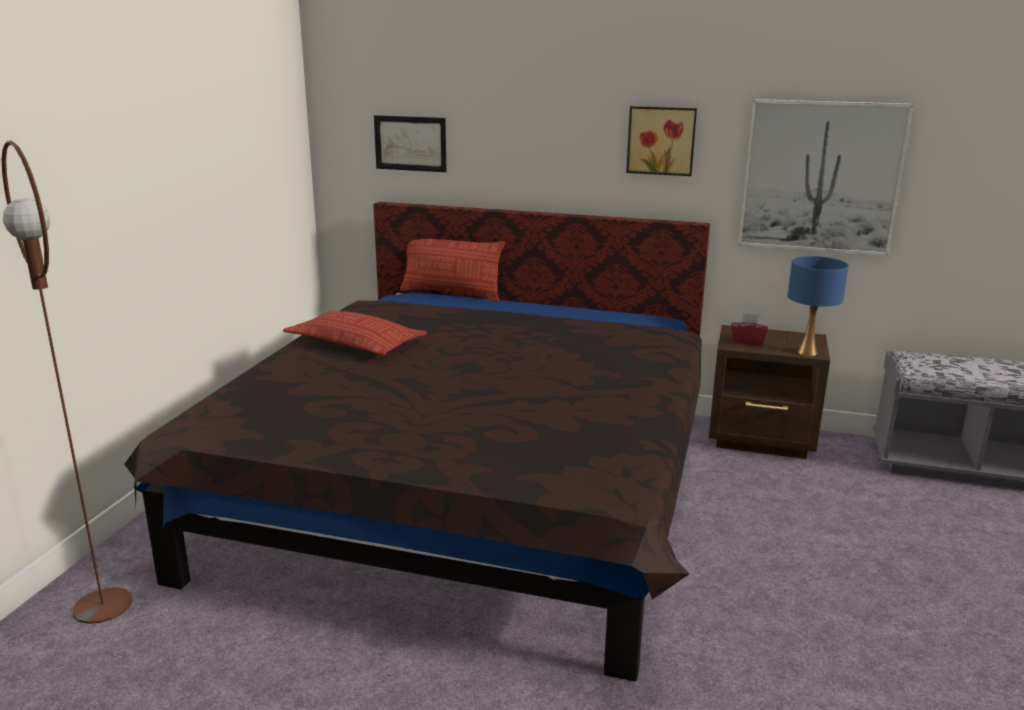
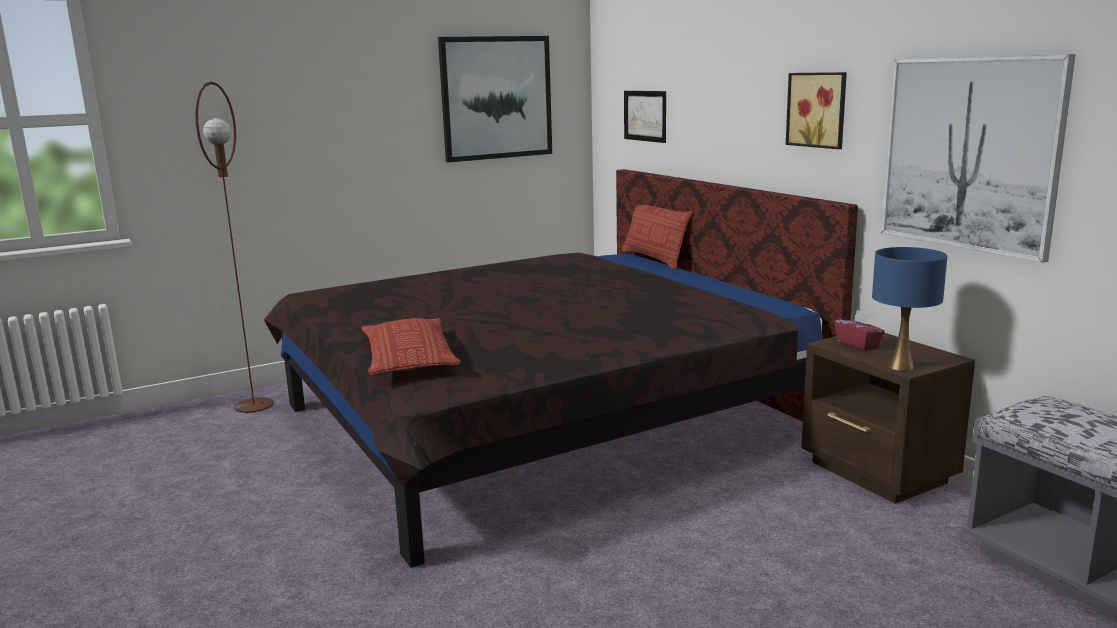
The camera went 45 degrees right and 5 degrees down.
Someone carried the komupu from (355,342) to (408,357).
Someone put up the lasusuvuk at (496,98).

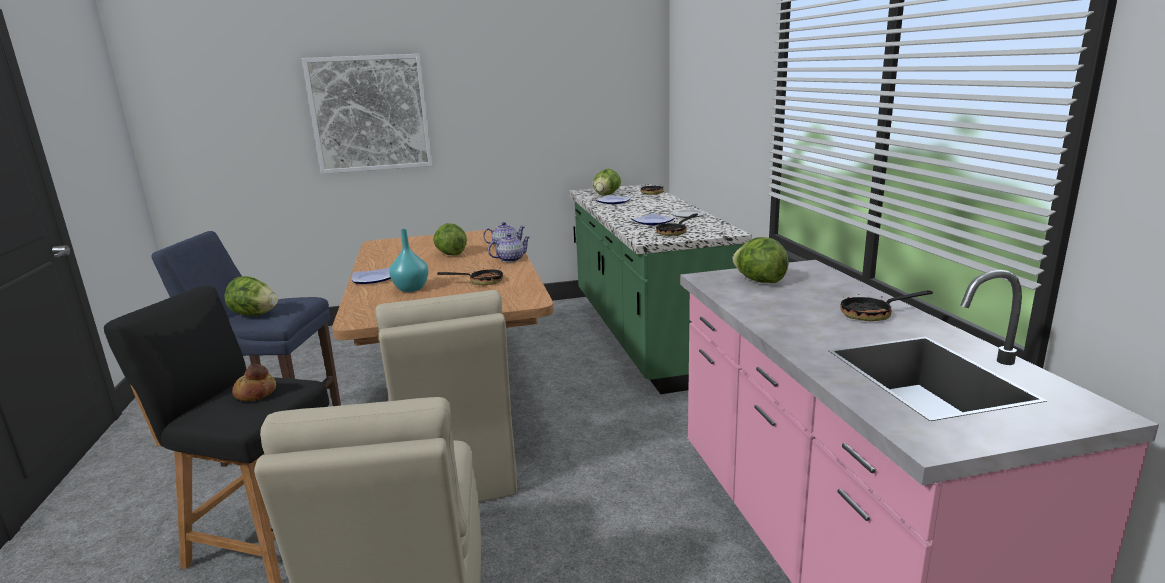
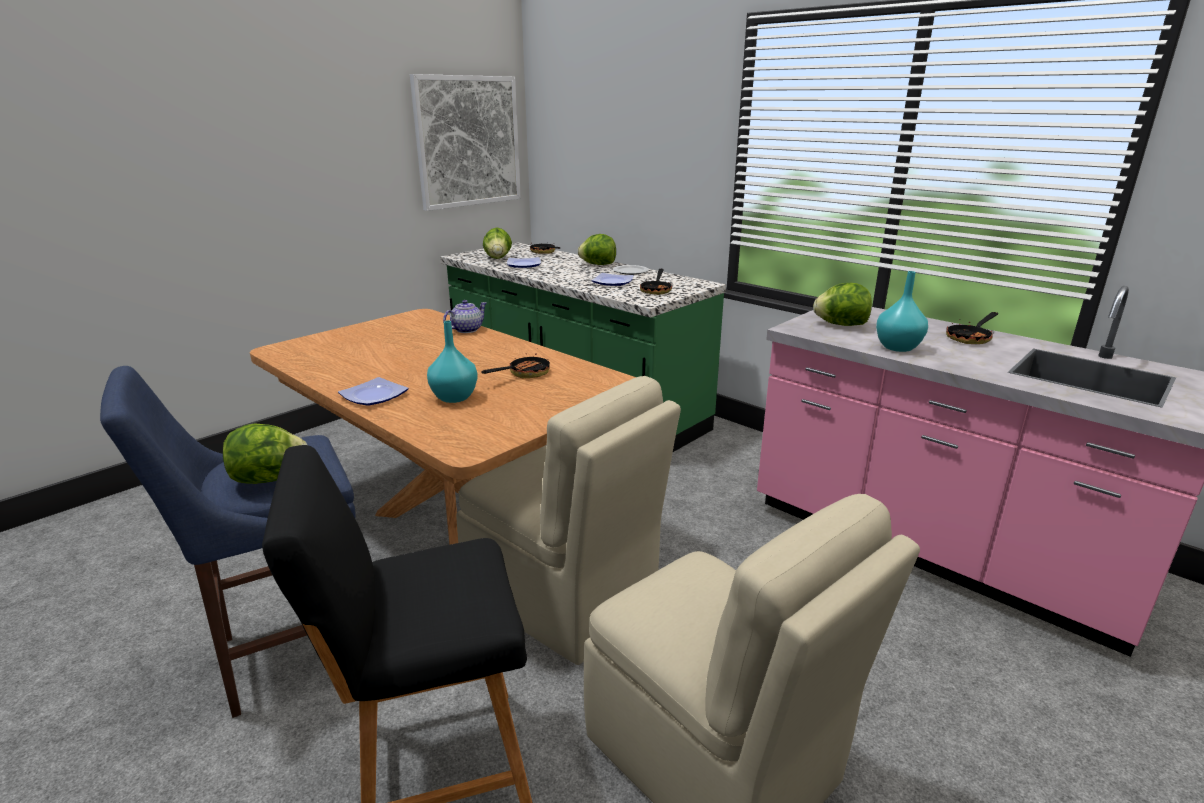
The camera went 35 degrees left and 5 degrees up.
Someone carried the lasusuvuk from (370,114) to (468,142).
Someone carried the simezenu from (450,254) to (598,264).
Someone put down the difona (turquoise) at (897,347).
Someone took away the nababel at (255,393).
Someone took away the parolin at (510,259).

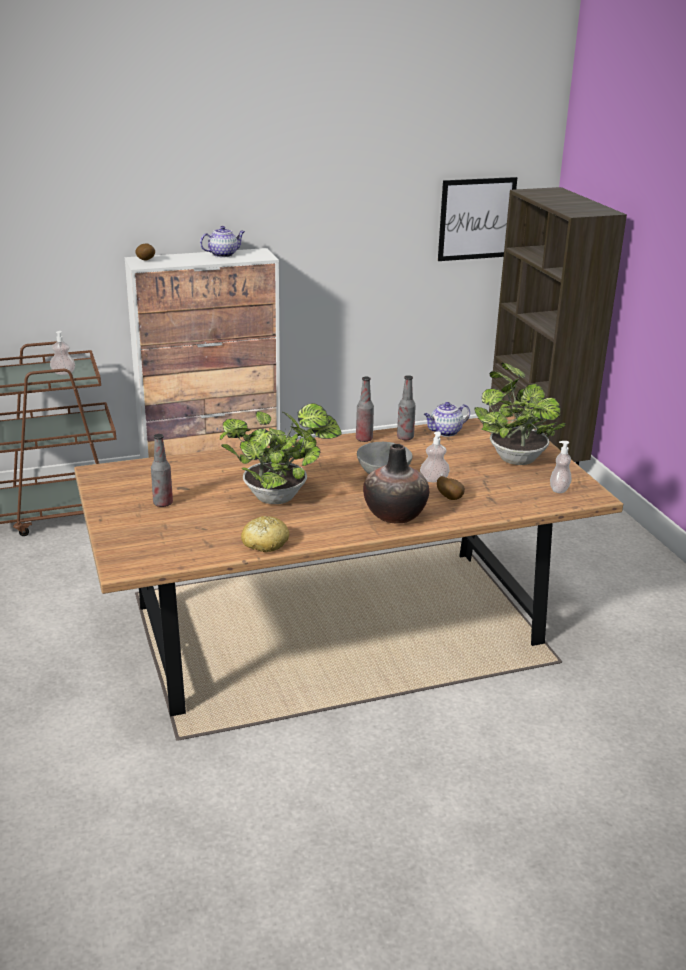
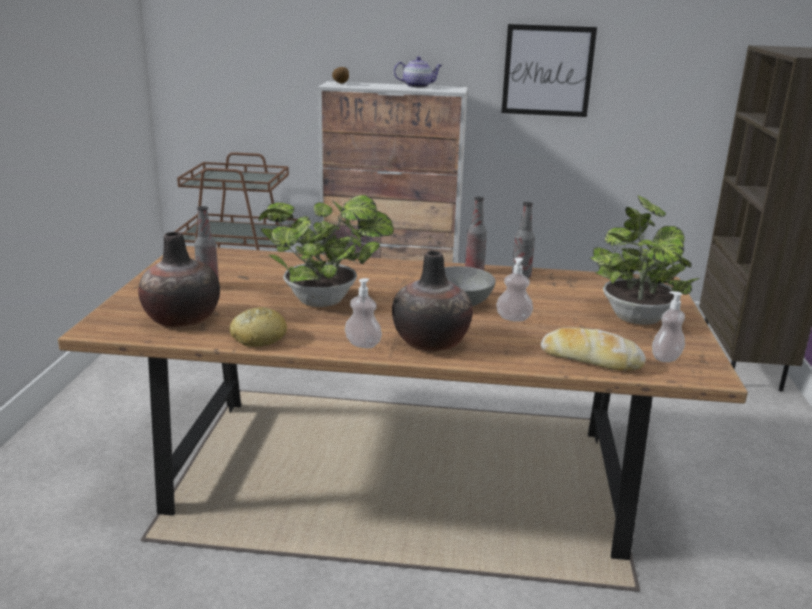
The camera went 25 degrees right and 5 degrees down.
Someone put down the difona at (182,319).
Someone carried the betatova from (63,373) to (363,344).
Someone carried the lasusuvuk from (476,219) to (547,71).
Someone put down the nababel at (591,359).
Someone took away the parolin at (445,432).
Someone took away the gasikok at (450,497).

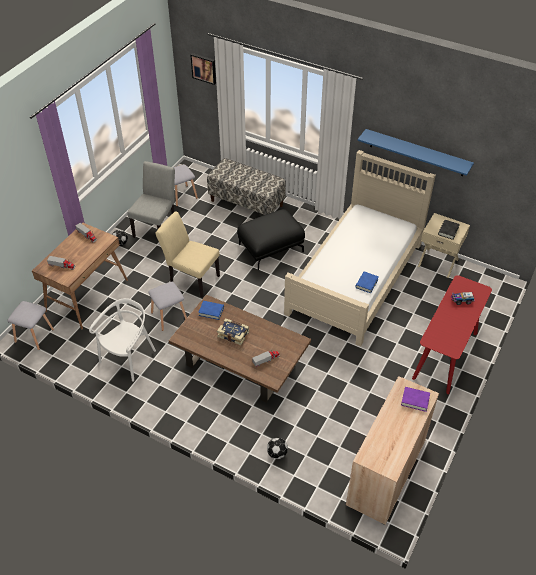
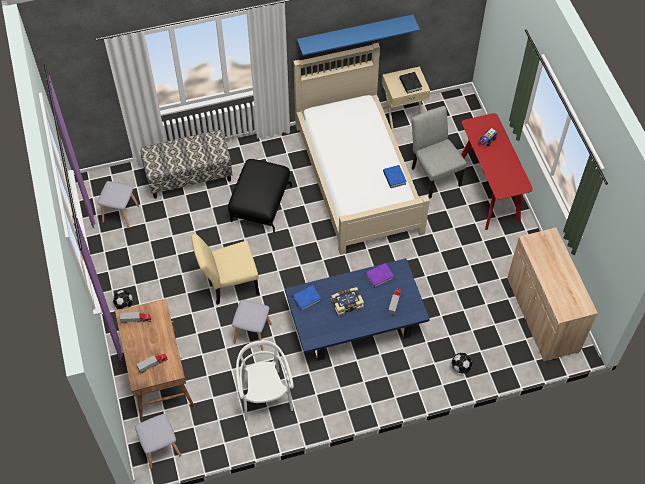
The camera went 45 degrees left and 10 degrees up.
Someone repainted the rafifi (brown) at (239,363), which became the rafifi (blue) at (354,323).
Someone carried the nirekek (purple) from (415,400) to (379,276).
Someone carried the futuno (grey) from (157,227) to (433,174).
Someone took away the lasusuvuk at (204,68).

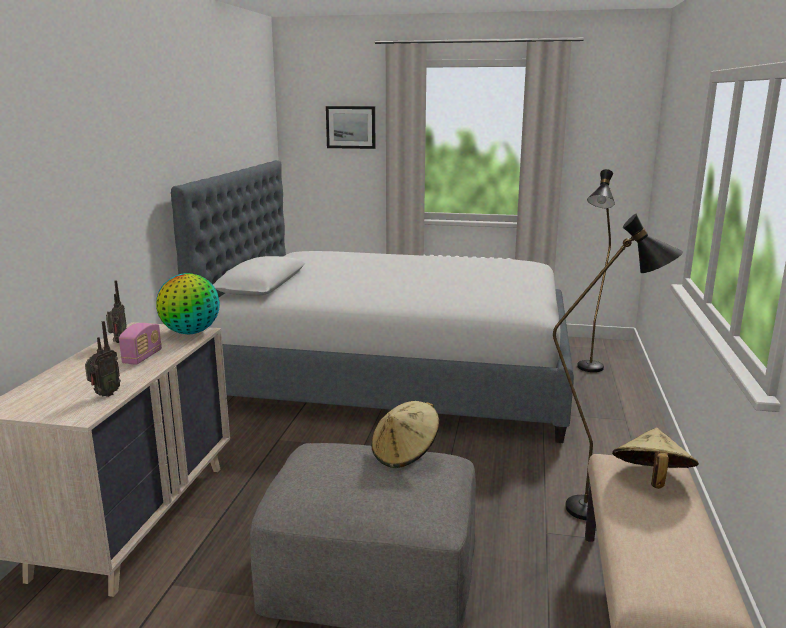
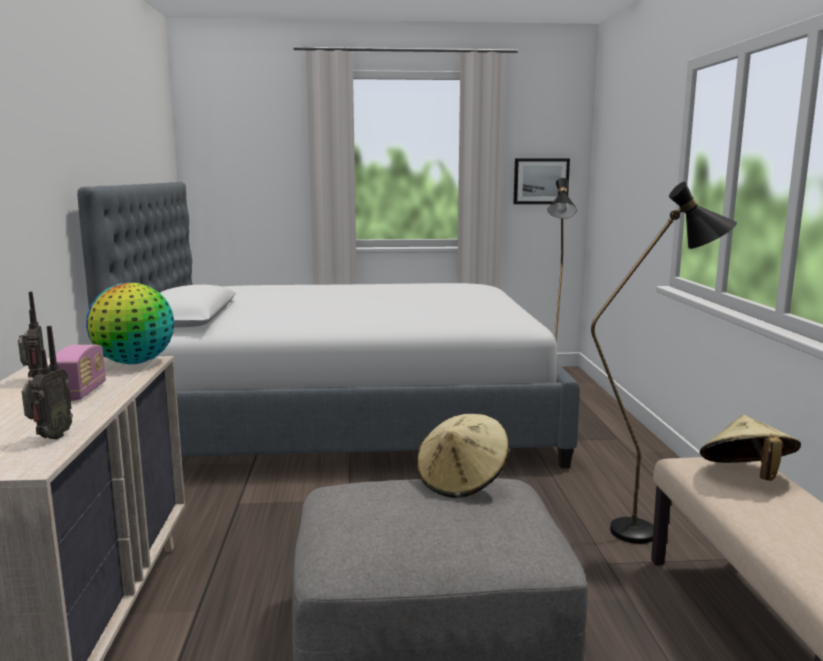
The camera went 15 degrees left and 5 degrees down.
Someone carried the lasusuvuk from (351,127) to (541,181).

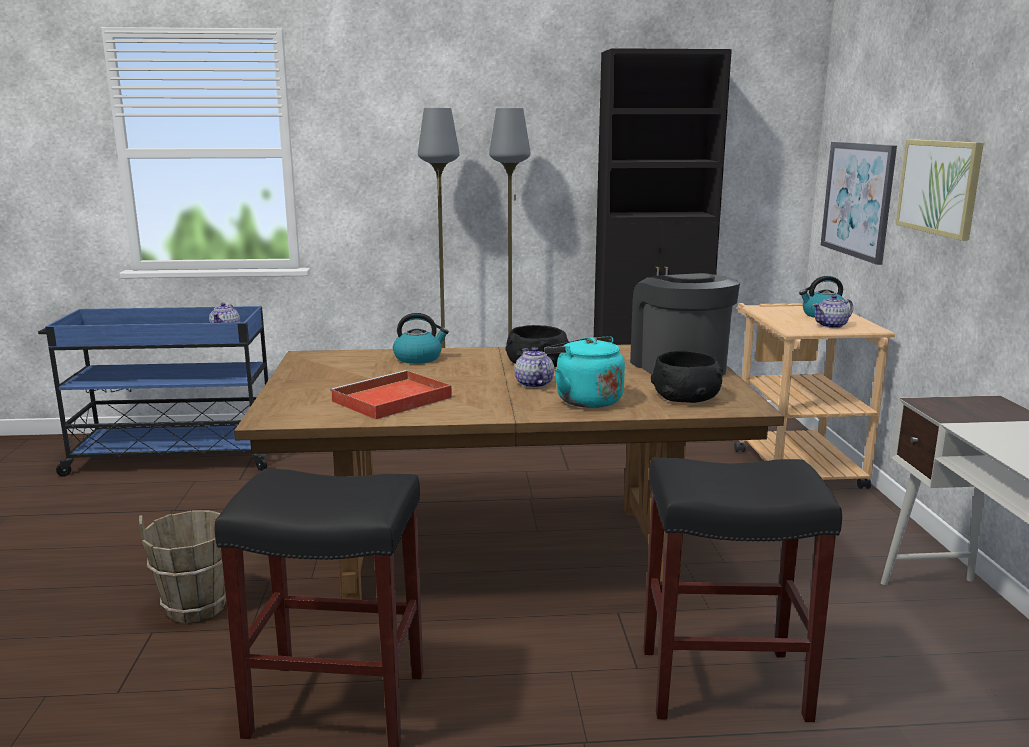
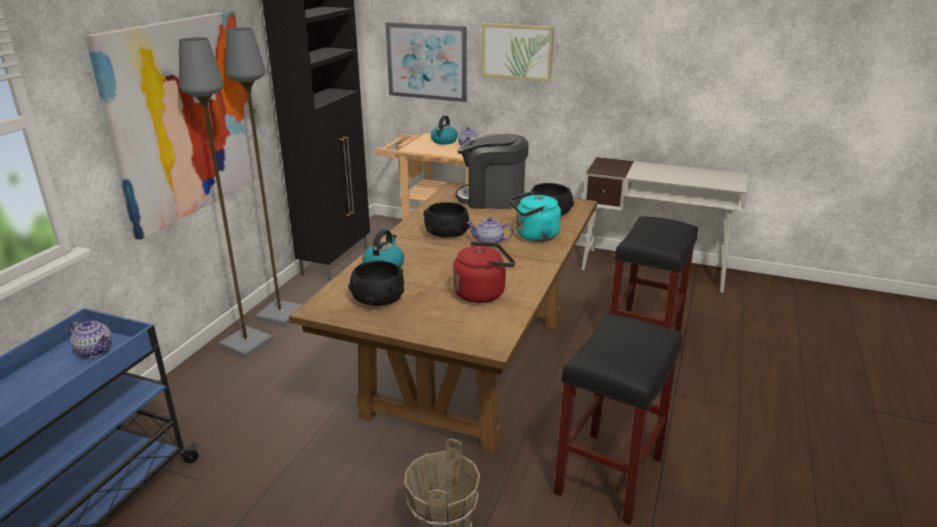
The camera went 65 degrees left and 10 degrees up.
Someone put up the lasusuvuk at (183,118).
Someone put down the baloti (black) at (377,298).
Someone swapped the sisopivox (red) at (390,400) for the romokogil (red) at (482,293).

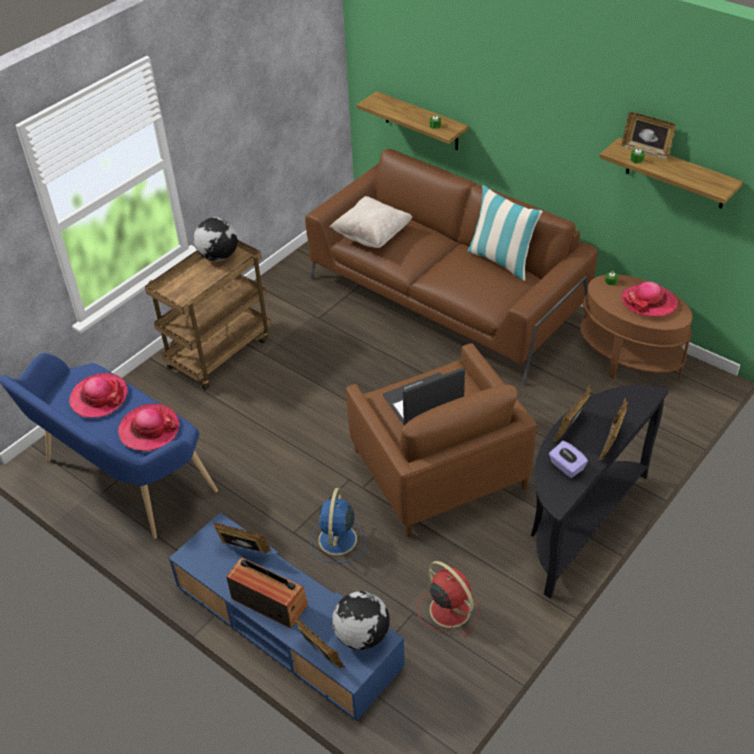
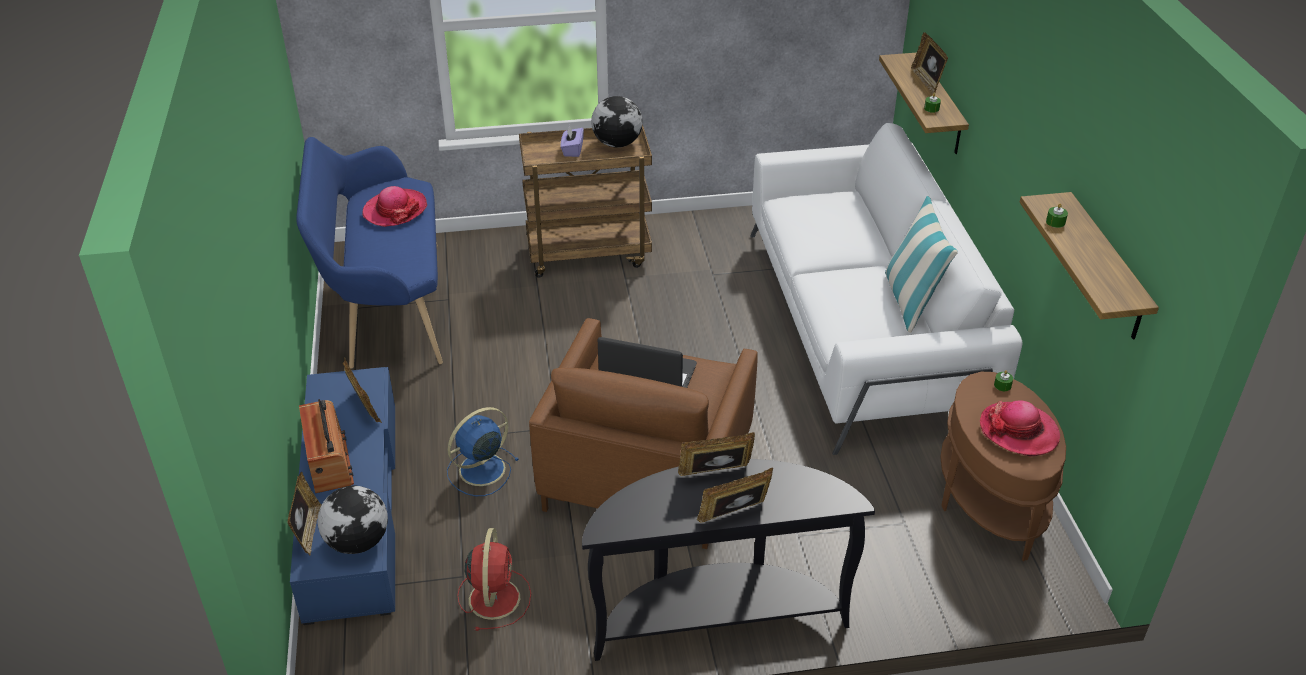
The camera went 40 degrees right and 5 degrees down.
Someone carried the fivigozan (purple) from (566,467) to (572,150).
Someone repainted the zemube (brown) at (446,297), which became the zemube (white) at (864,326).
Someone carried the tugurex from (646,151) to (927,81).
Someone took away the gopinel at (149,429).
Someone took away the komupu (beige) at (372,235).

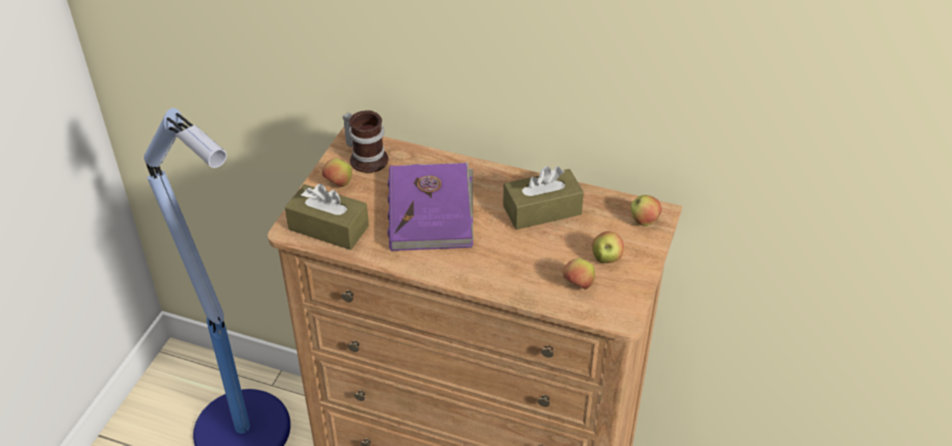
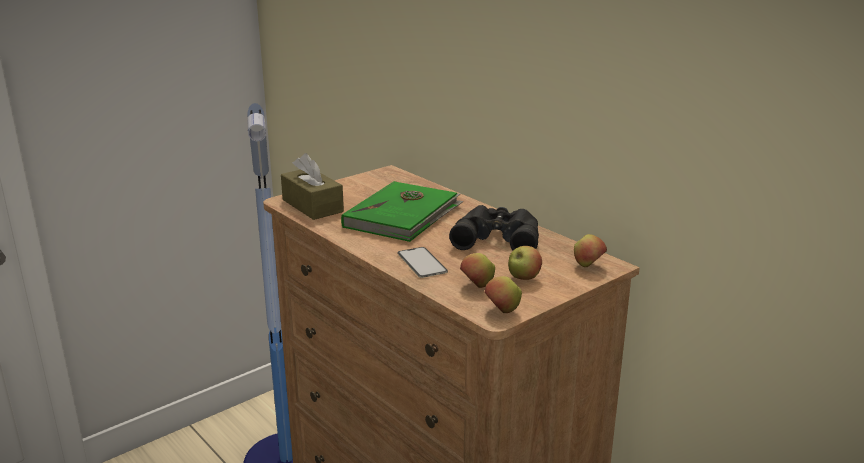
The camera went 30 degrees right and 20 degrees down.
Someone repainted the nirekek (purple) at (432,209), which became the nirekek (green) at (404,216).
Someone put down the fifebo at (422,263).
Someone swapped the fivigozan (brown) at (542,210) for the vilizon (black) at (497,237).
Someone carried the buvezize from (338,184) to (502,311).
Someone took away the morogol at (367,157).

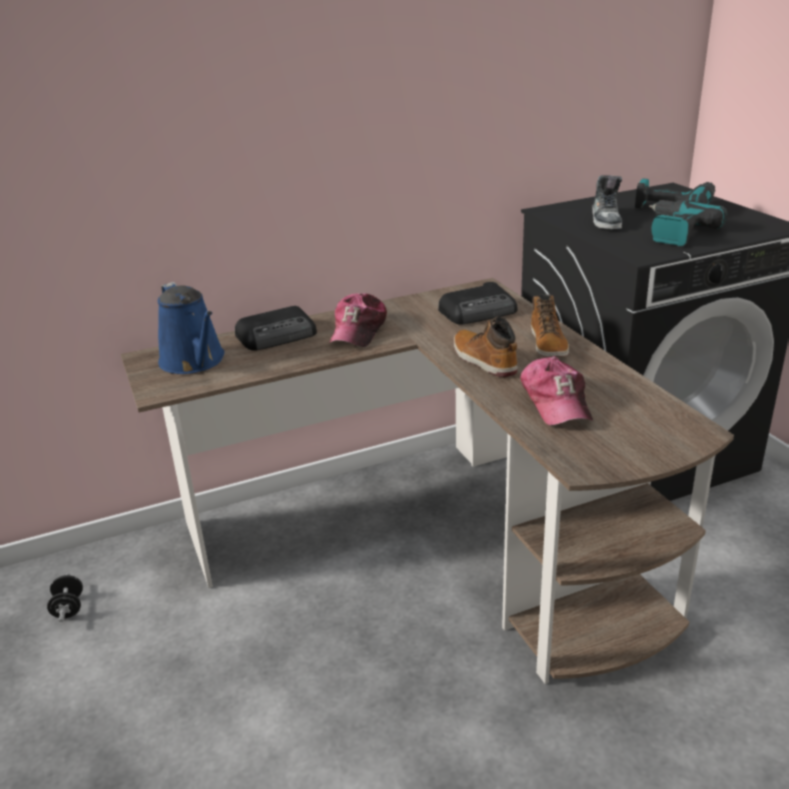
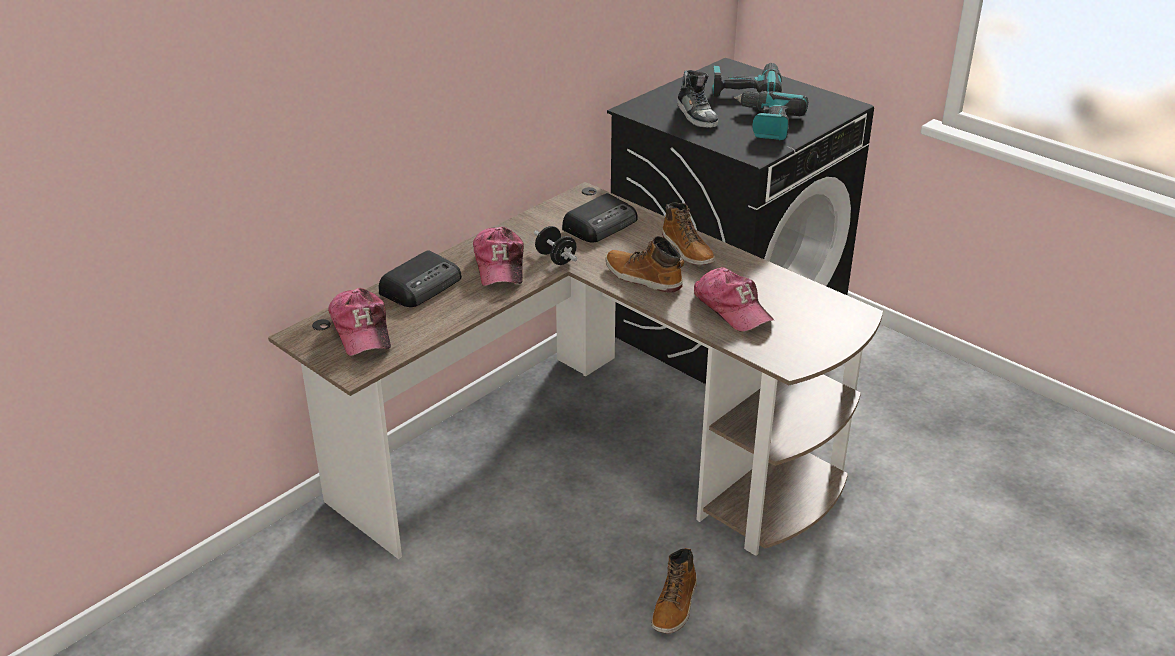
The camera went 25 degrees left and 5 degrees up.
Someone swapped the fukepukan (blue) at (194,361) for the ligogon at (362,331).
Someone carried the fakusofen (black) from (68,608) to (556,258).
Someone put down the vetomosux at (675,605).

